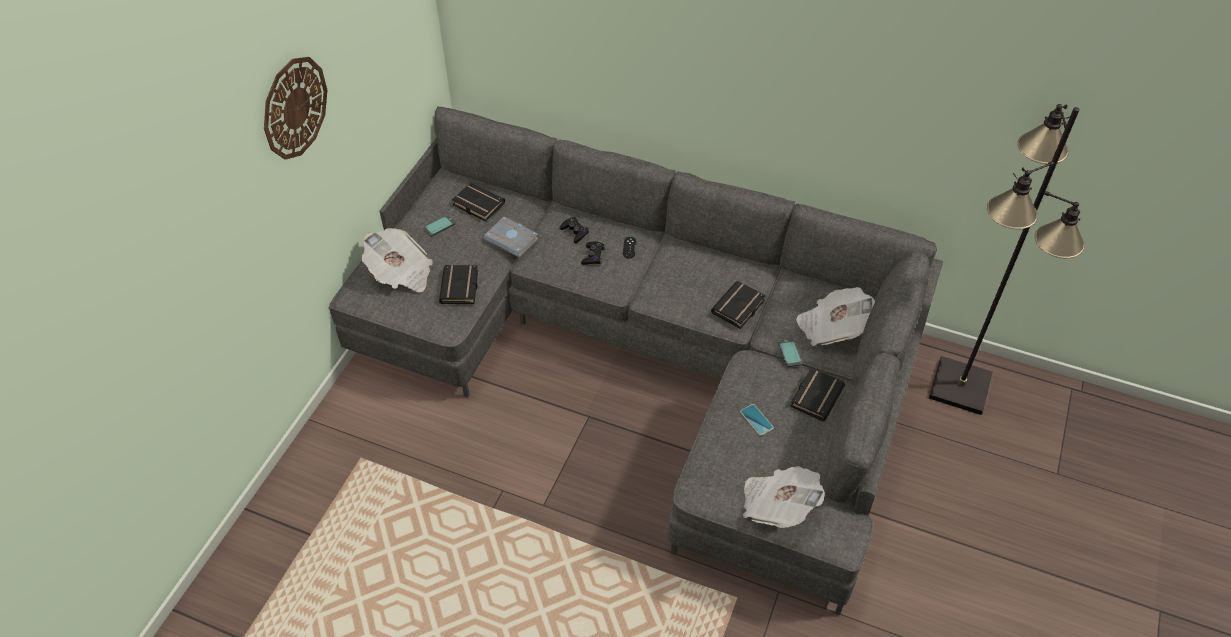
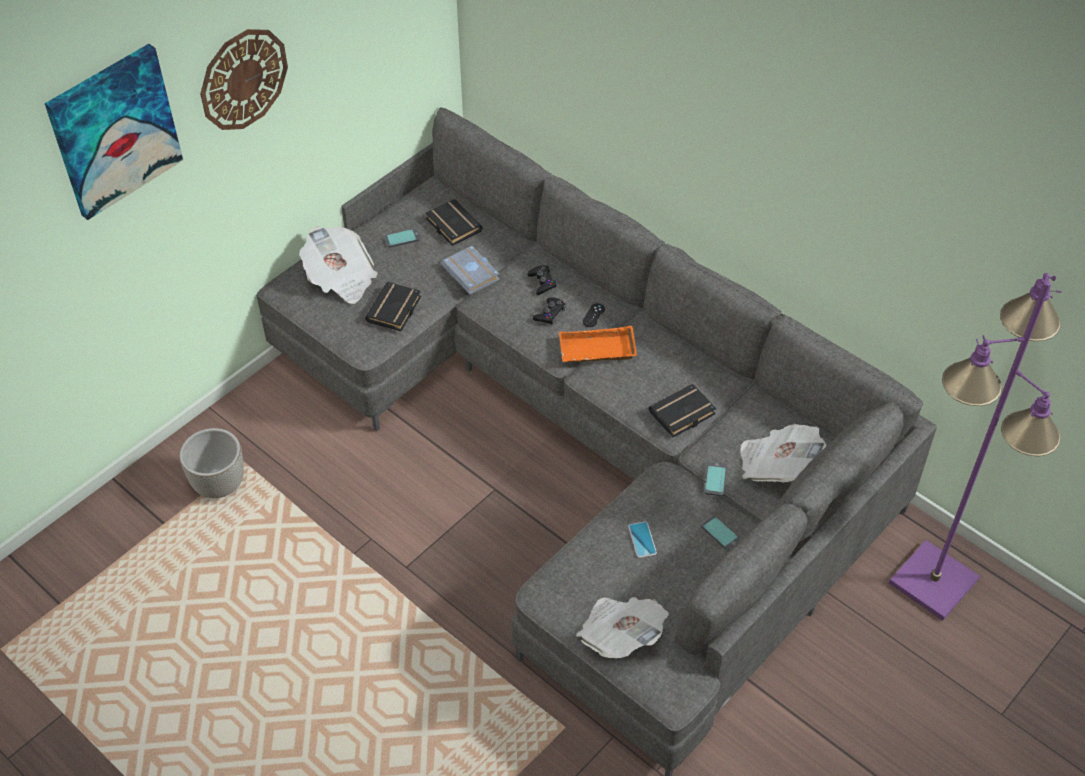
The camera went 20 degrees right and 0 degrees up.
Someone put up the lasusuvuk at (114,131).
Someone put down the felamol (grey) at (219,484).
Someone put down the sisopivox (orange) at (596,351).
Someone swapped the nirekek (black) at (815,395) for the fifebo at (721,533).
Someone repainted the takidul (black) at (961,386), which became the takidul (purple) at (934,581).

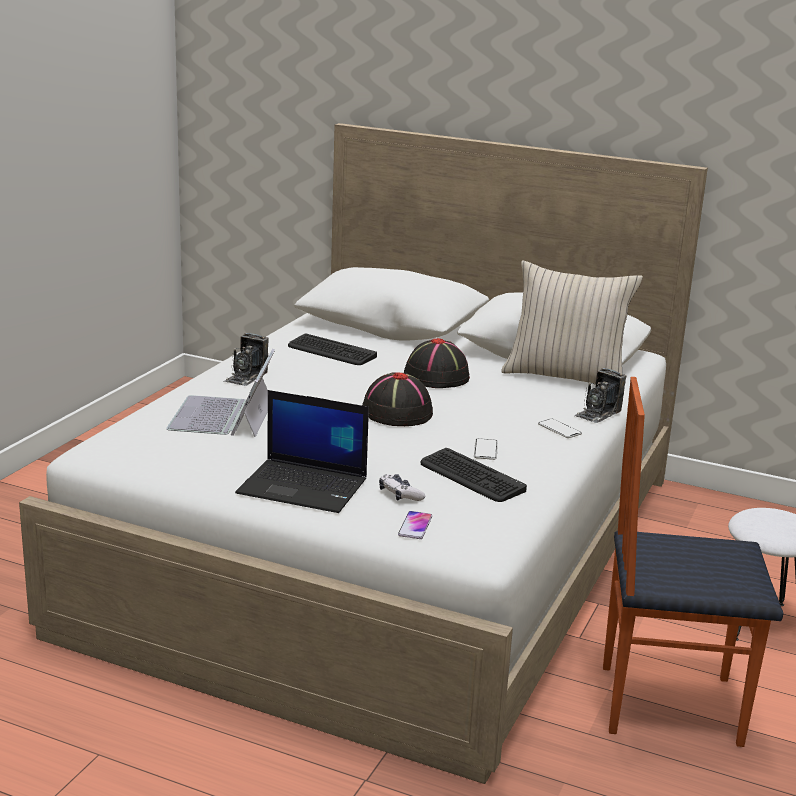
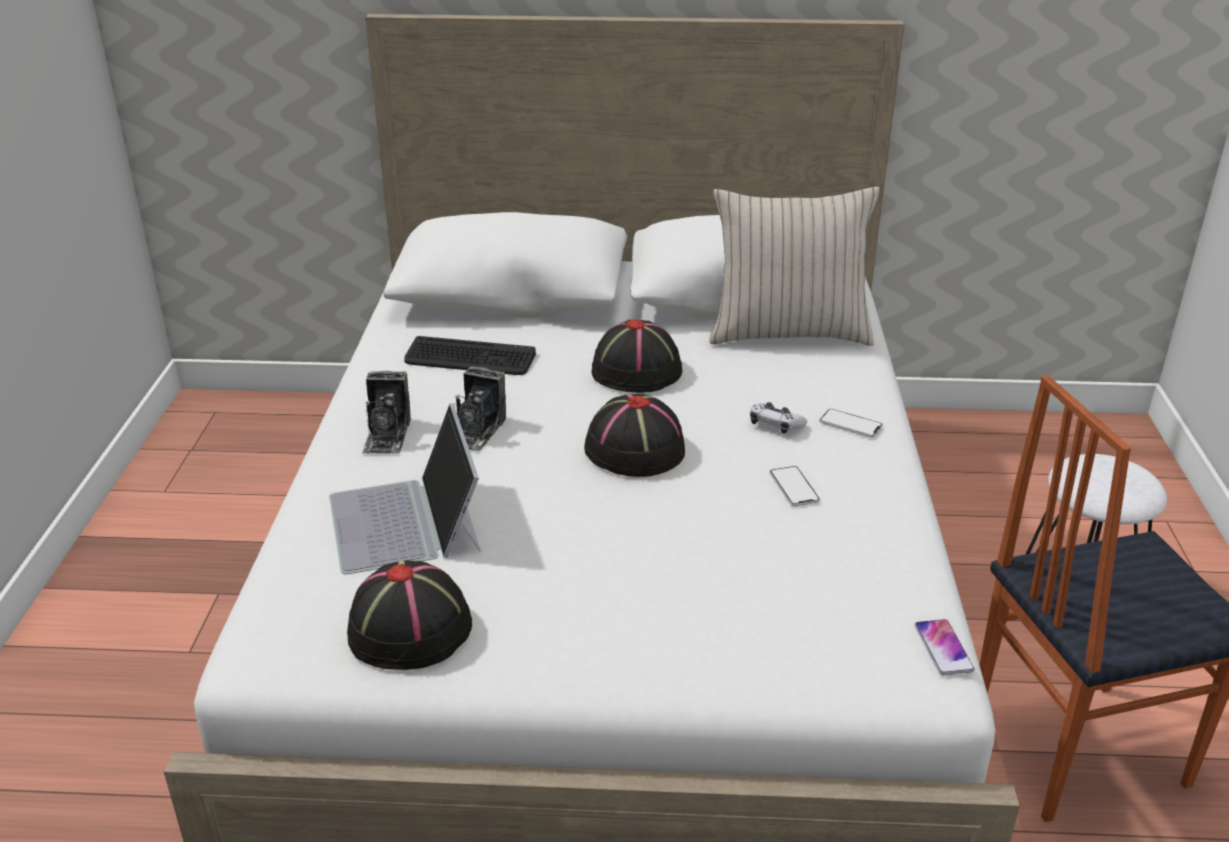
The camera went 20 degrees left and 10 degrees up.
Someone put down the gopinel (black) at (411,629).
Someone carried the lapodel from (598,413) to (476,431).
Someone carried the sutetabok from (400,495) to (775,425).
Someone carried the fifebo from (415,526) to (943,648).
Someone took away the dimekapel at (304,486).
Someone took away the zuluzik at (471,477).

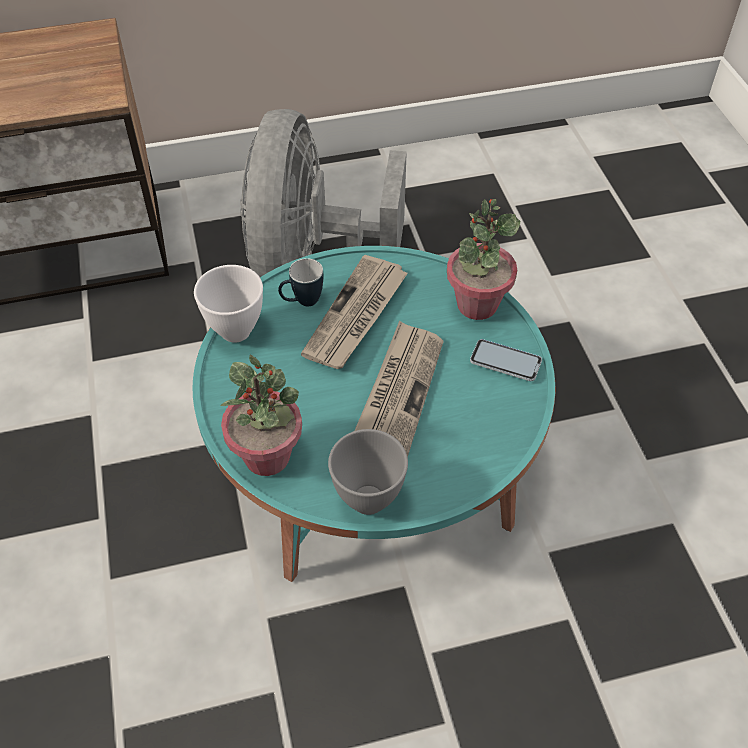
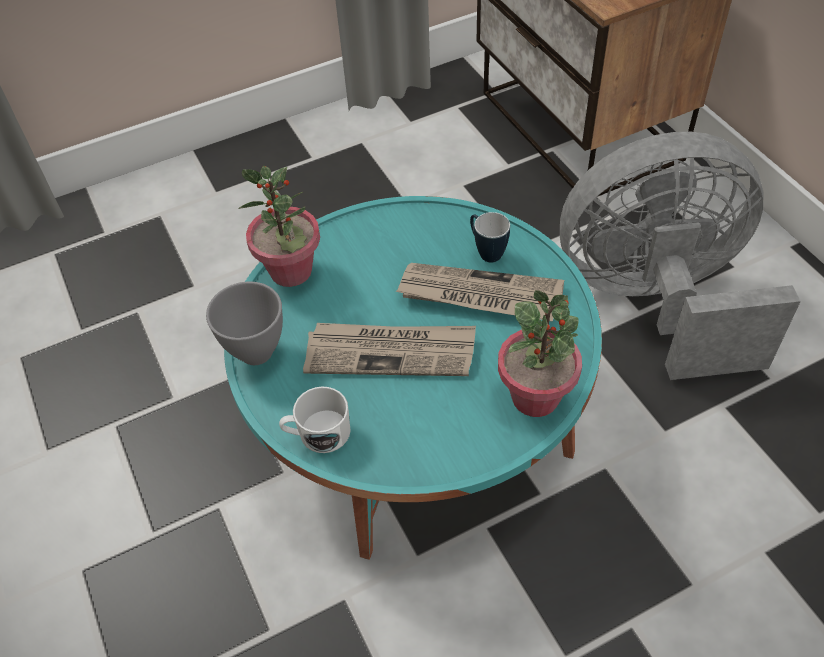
The camera went 80 degrees right and 0 degrees up.
Someone put down the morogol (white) at (318,433).
Someone took away the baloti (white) at (236,332).
Someone took away the fifebo at (505,361).

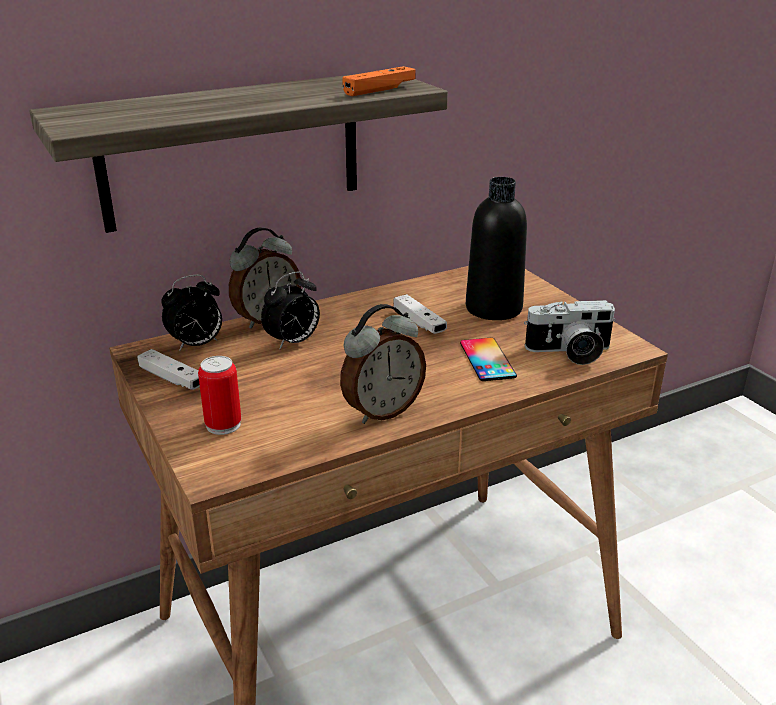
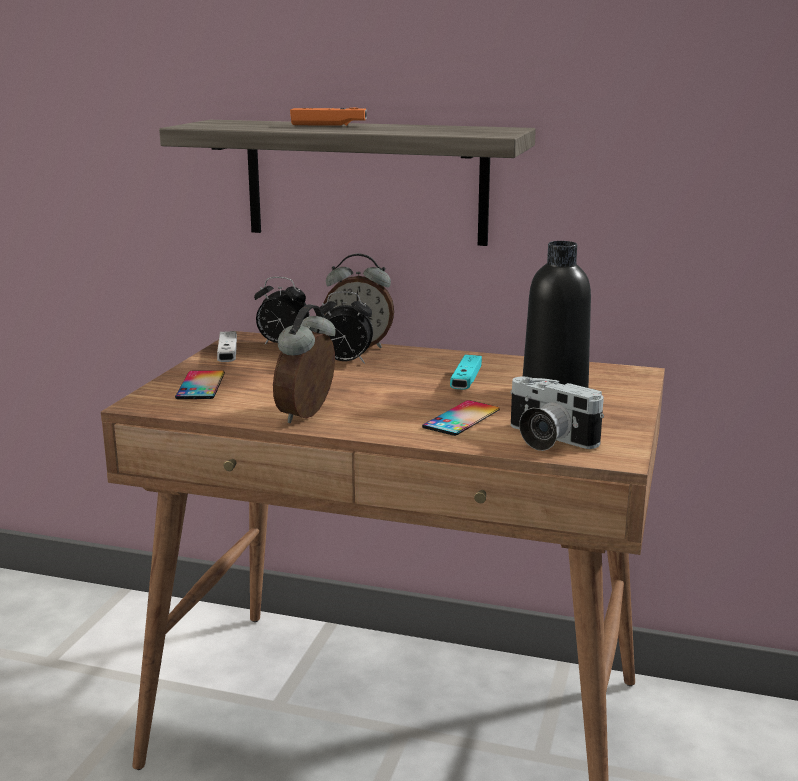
The camera went 45 degrees right and 10 degrees down.
Someone swapped the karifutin at (223,425) for the fifebo at (200,385).
Someone rotated the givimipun at (382,411) by 105 degrees clockwise.
Someone carried the sutetabok (orange) from (379,90) to (328,125).
Someone repainted the sutetabok (white) at (419,322), which became the sutetabok (turquoise) at (466,382).

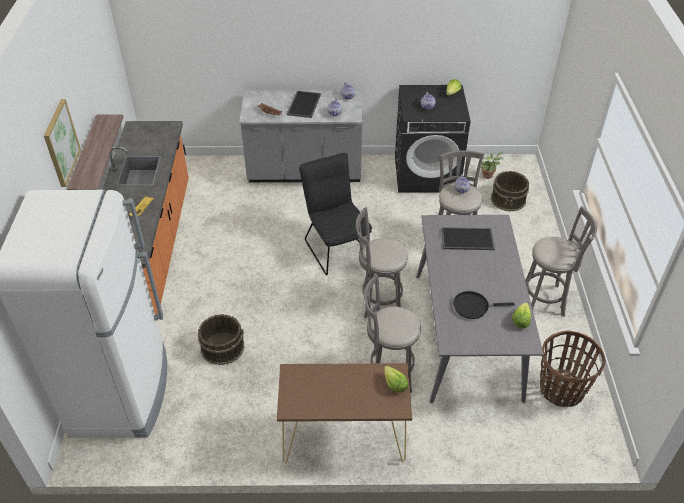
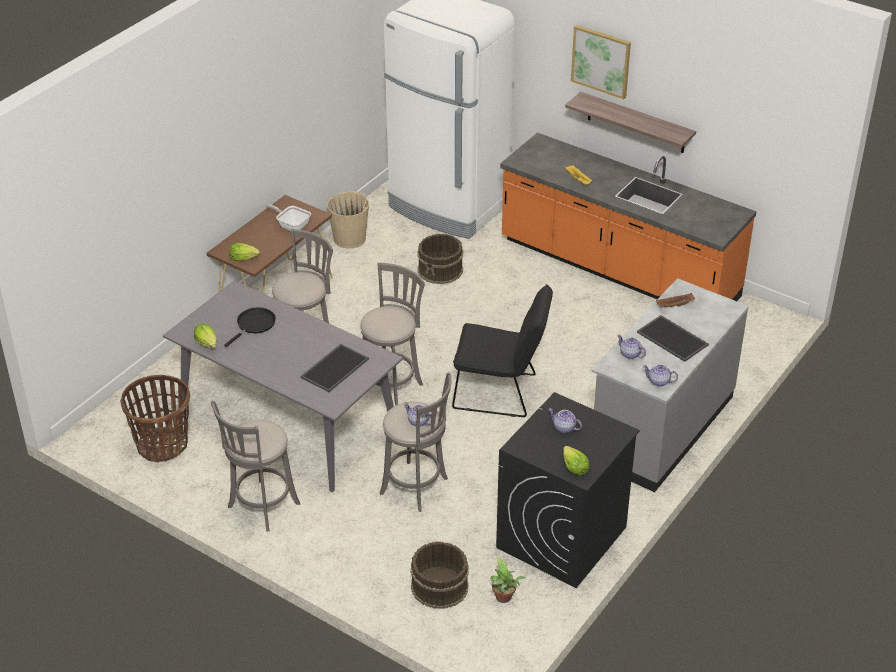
The camera went 125 degrees right and 5 degrees down.
Someone put down the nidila at (291,226).
Someone put down the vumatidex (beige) at (350,238).

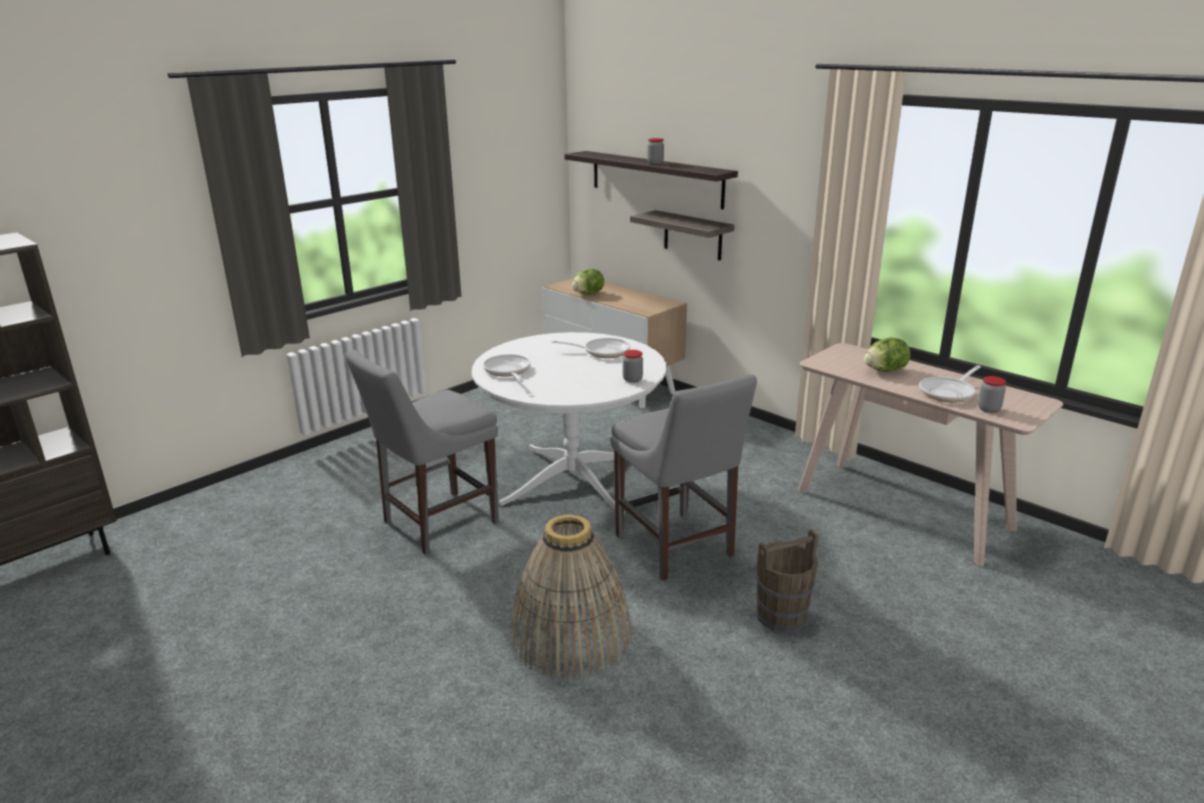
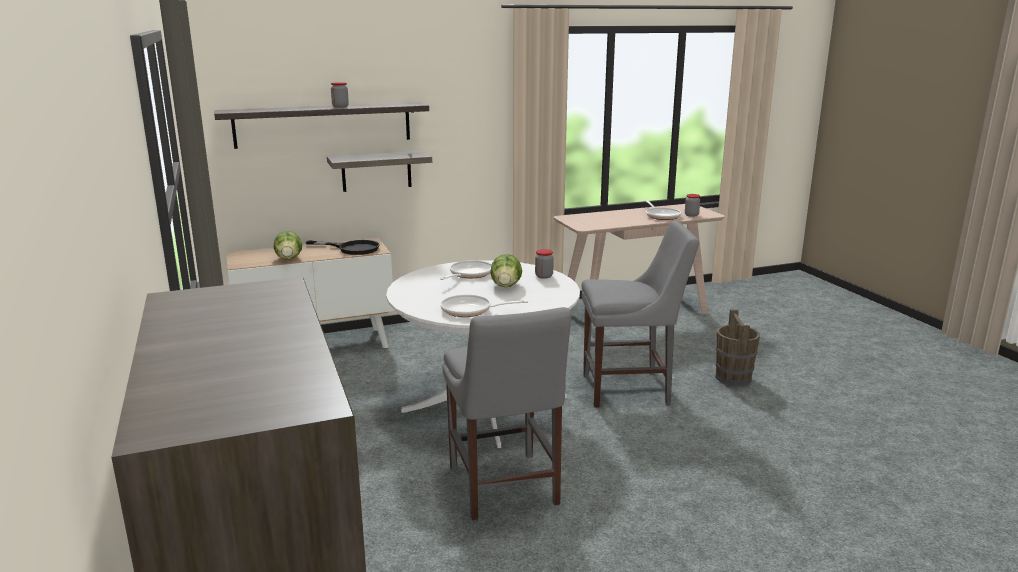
The camera went 65 degrees left and 5 degrees down.
Someone put down the nidila (black) at (352,248).
Someone carried the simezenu from (885,370) to (506,286).
Someone took away the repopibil at (571,635).

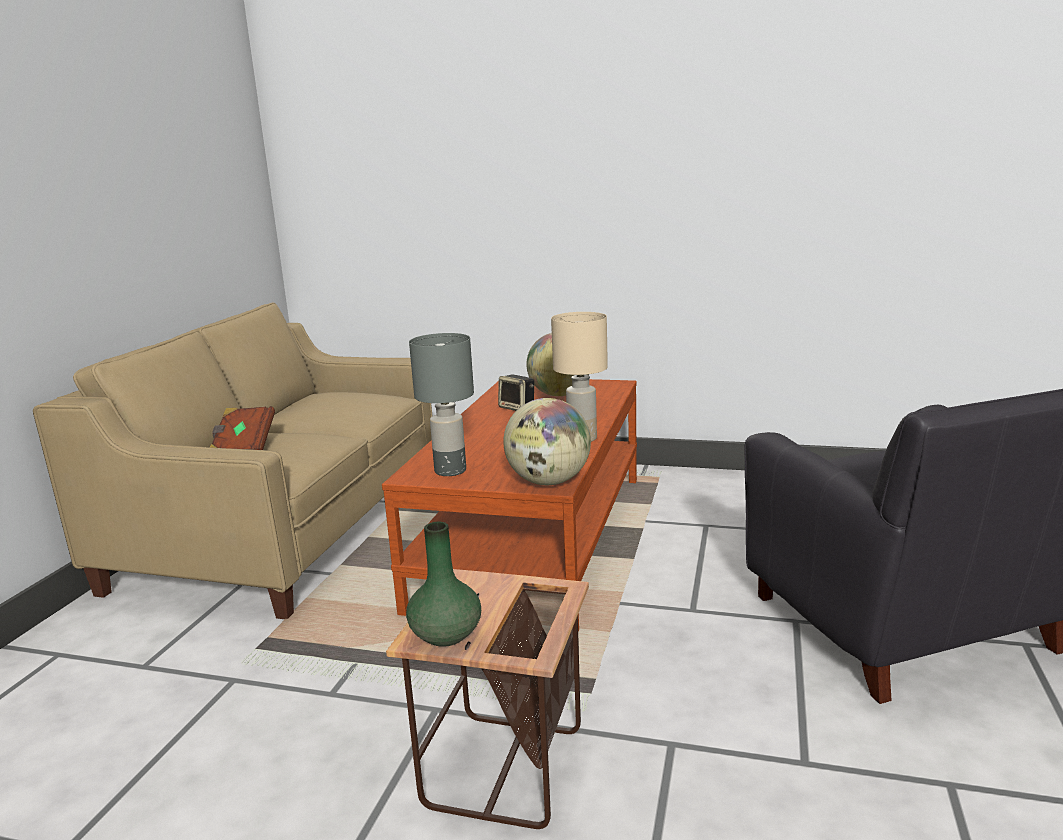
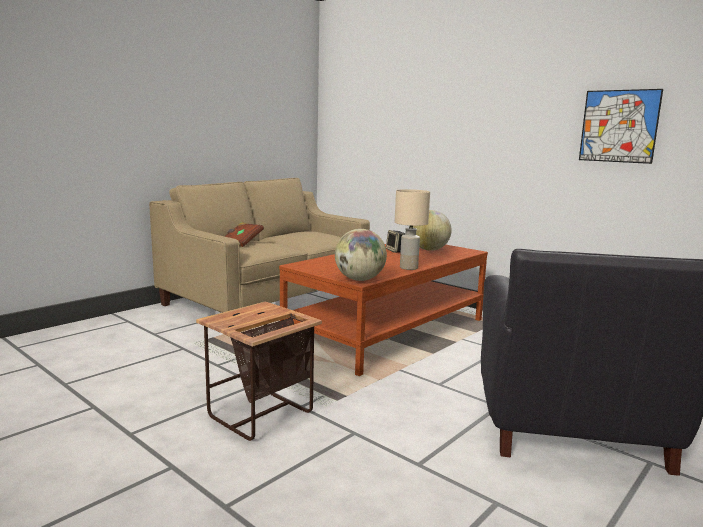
The camera went 25 degrees right and 5 degrees down.
Someone put up the lasusuvuk at (619,126).
Someone took away the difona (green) at (447,635).
Someone took away the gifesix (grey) at (449,471).

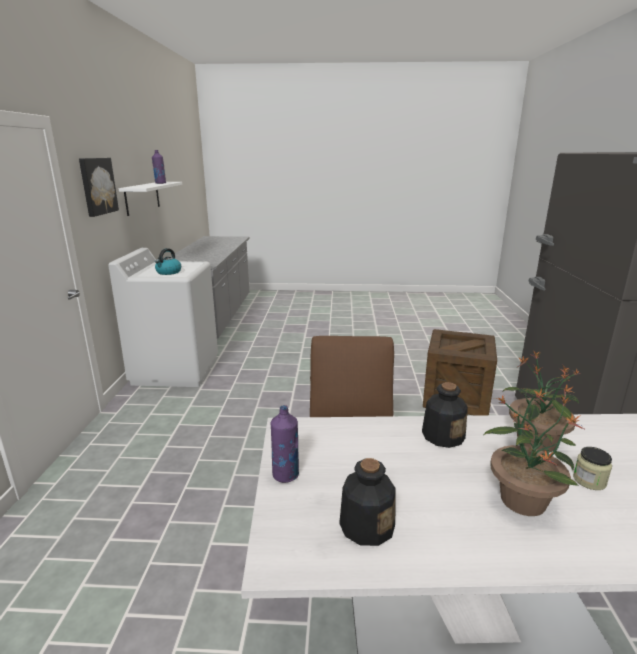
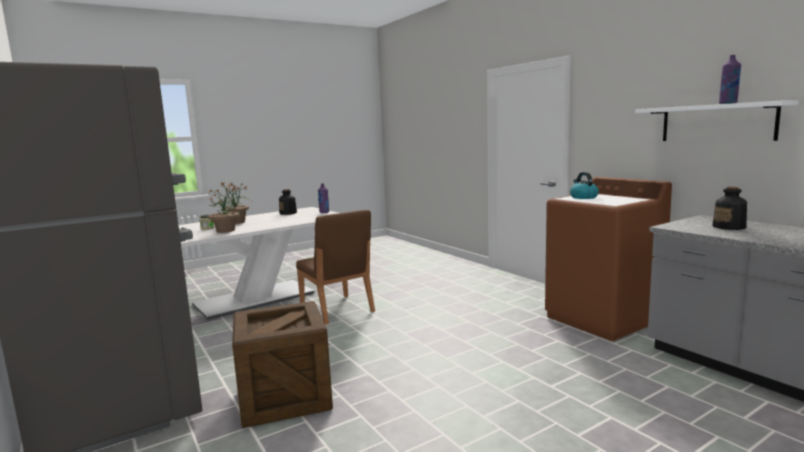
The camera went 145 degrees right and 10 degrees down.
Someone repainted the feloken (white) at (176,370), which became the feloken (brown) at (603,318).
Someone carried the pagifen from (442,435) to (729,227).
Someone took away the lasusuvuk at (97,186).

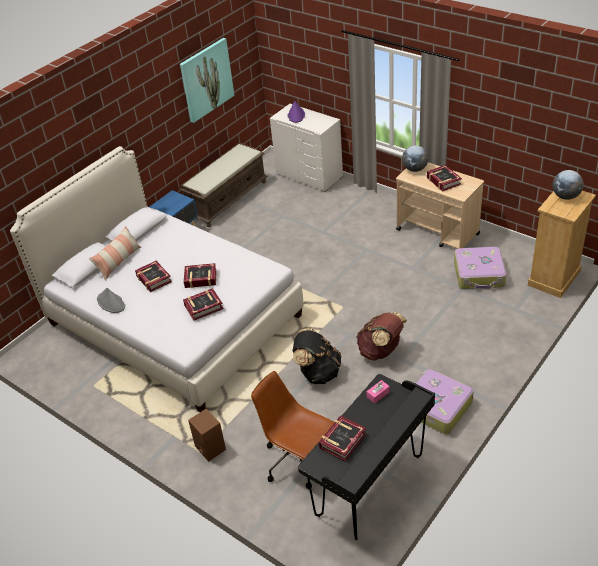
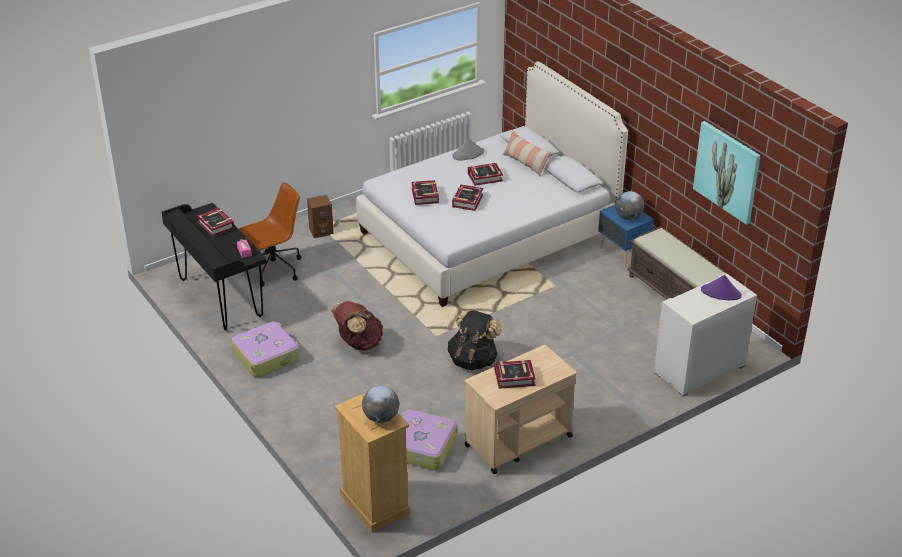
The camera went 105 degrees right and 5 degrees down.
Someone carried the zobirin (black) from (318,372) to (473,360).
Someone carried the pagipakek from (415,169) to (628,217).

